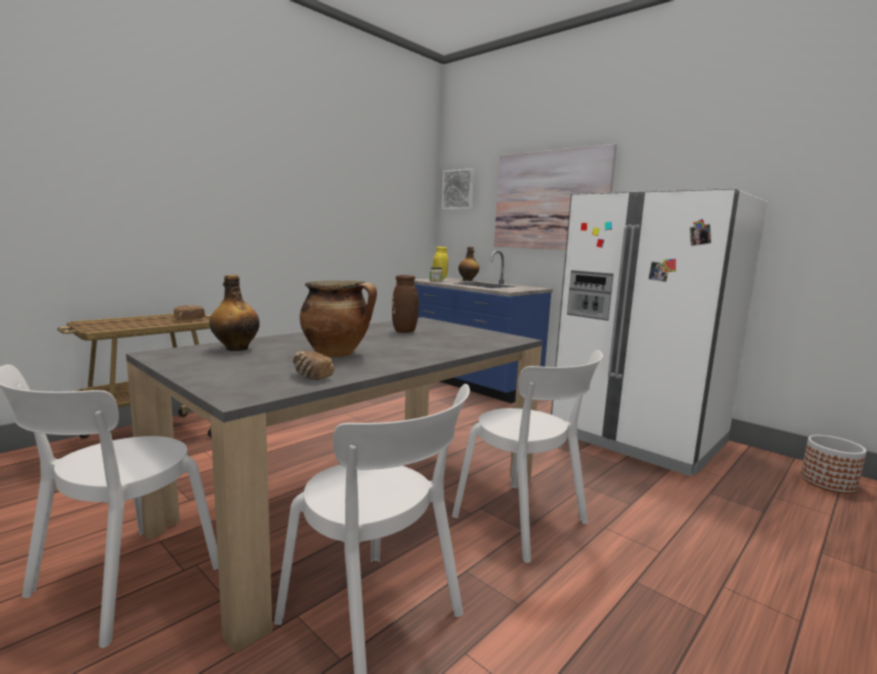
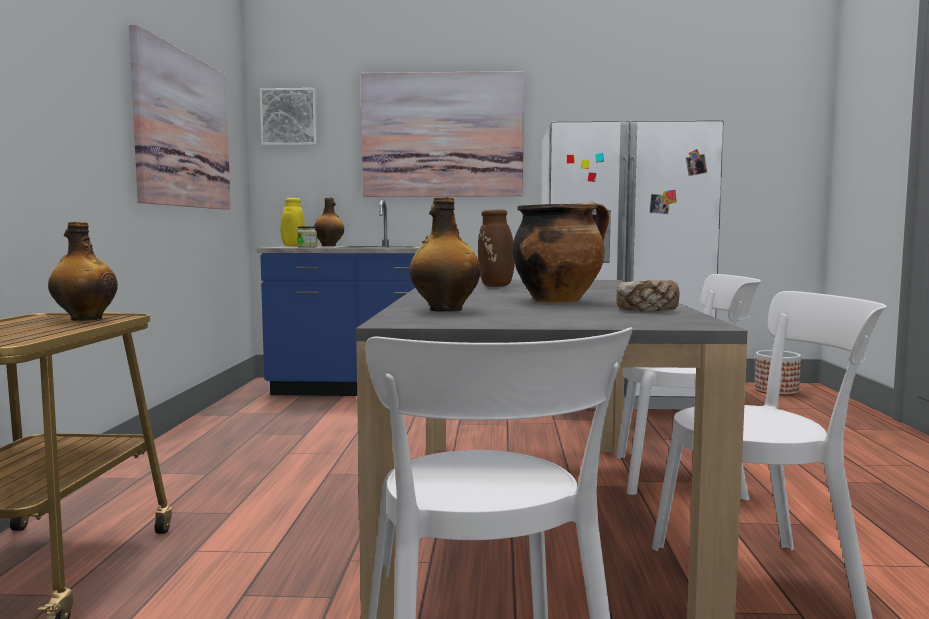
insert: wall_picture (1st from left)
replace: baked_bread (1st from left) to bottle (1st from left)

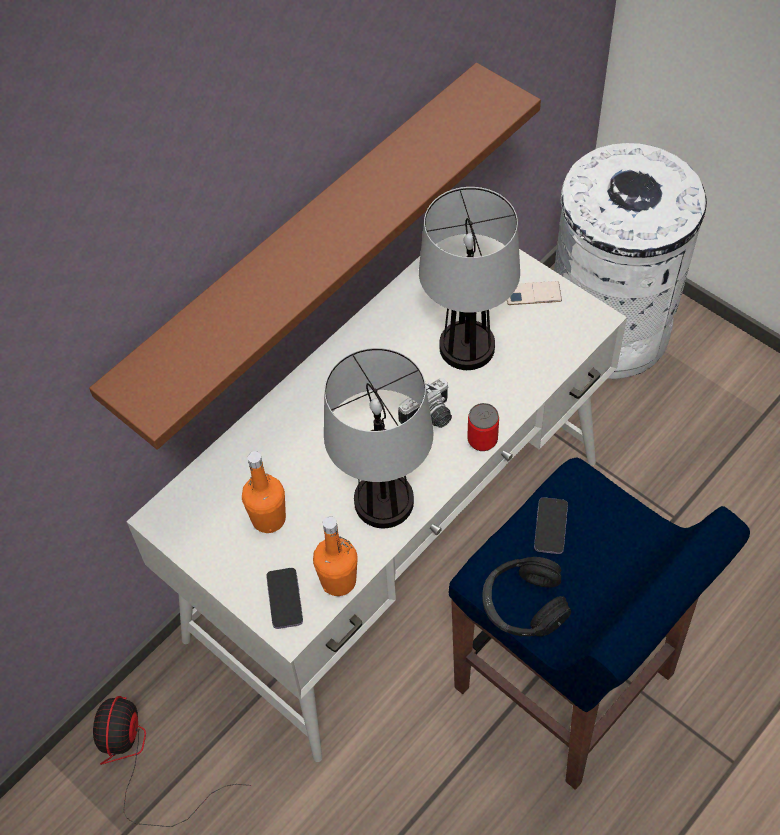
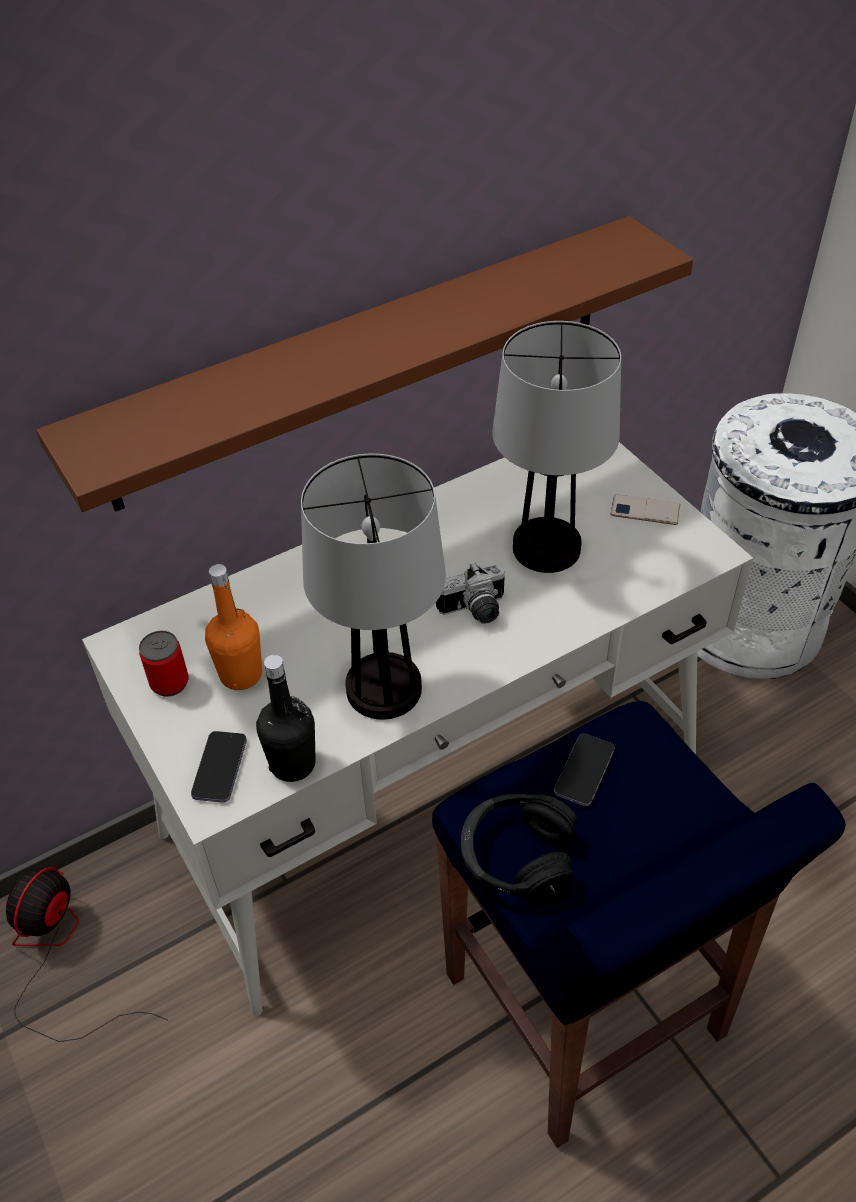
move: metal_can
recolor: orangey_bottle (2nd from left) to blackish_bottle

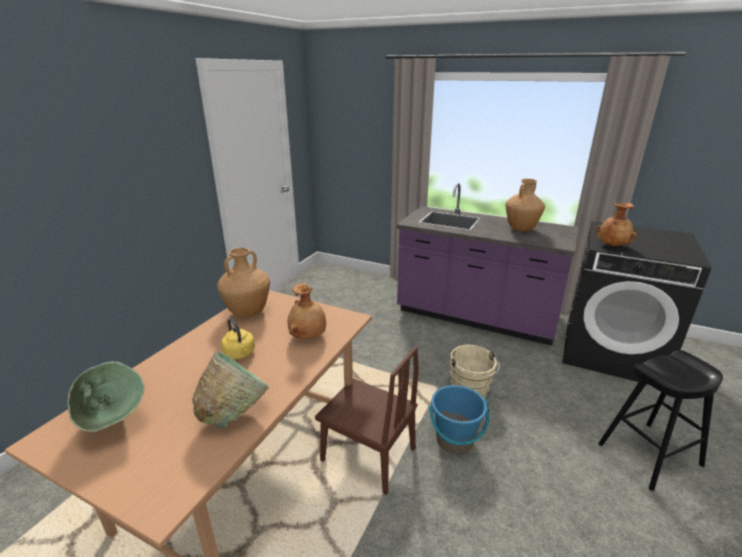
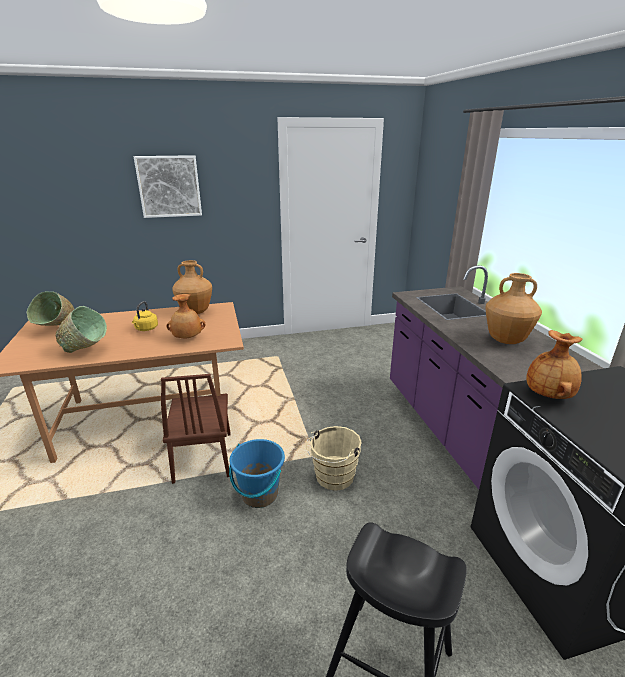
insert: wall_picture

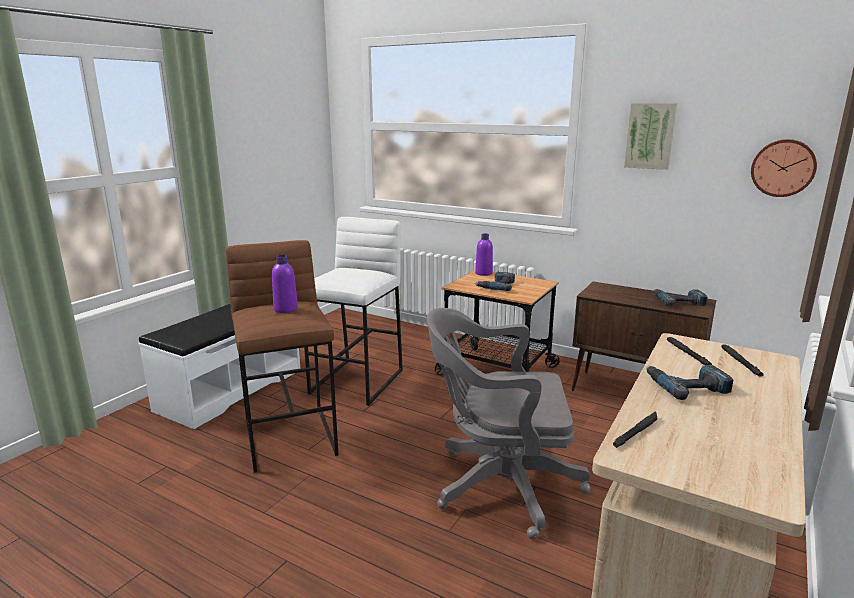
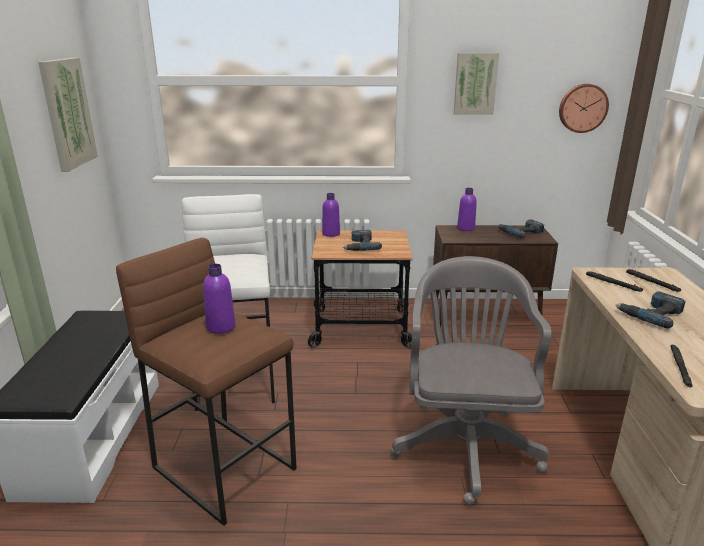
insert: wall_picture (1st from left); purple_bottle (3rd from left)
rotate: grey_computer_chair 120 degrees clockwise

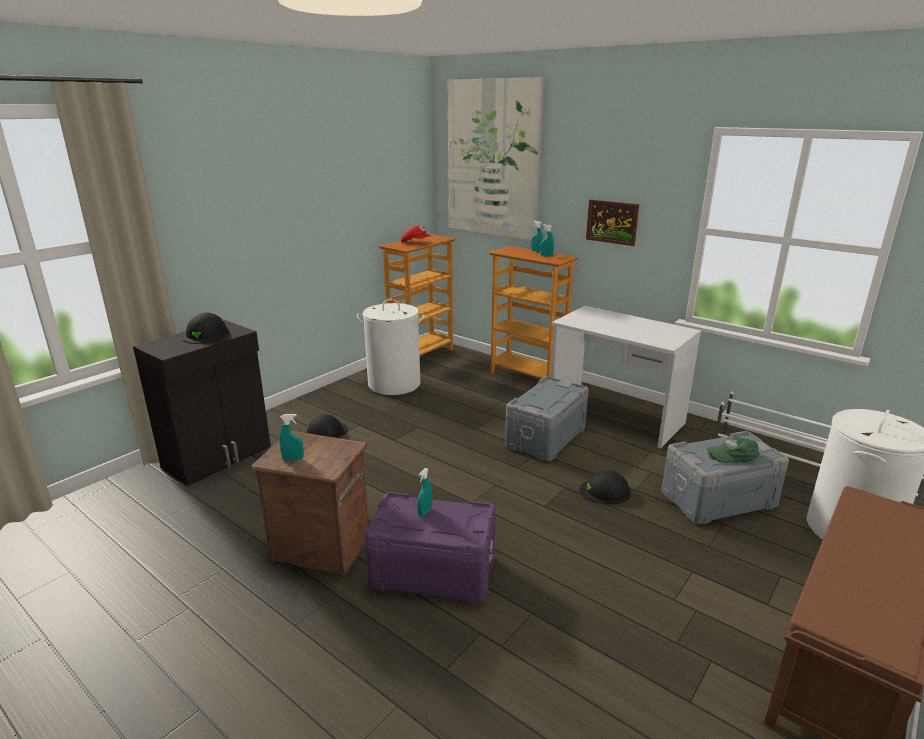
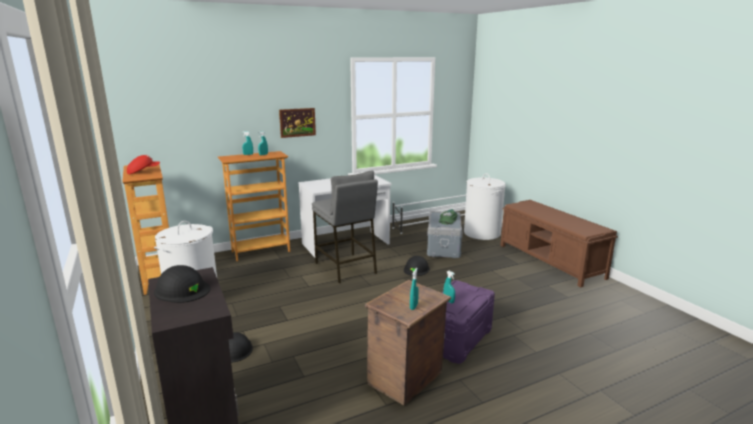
delete: wall_picture (1st from left)
replace: grey_storage_bin (1st from left) to grey_sitting_stool

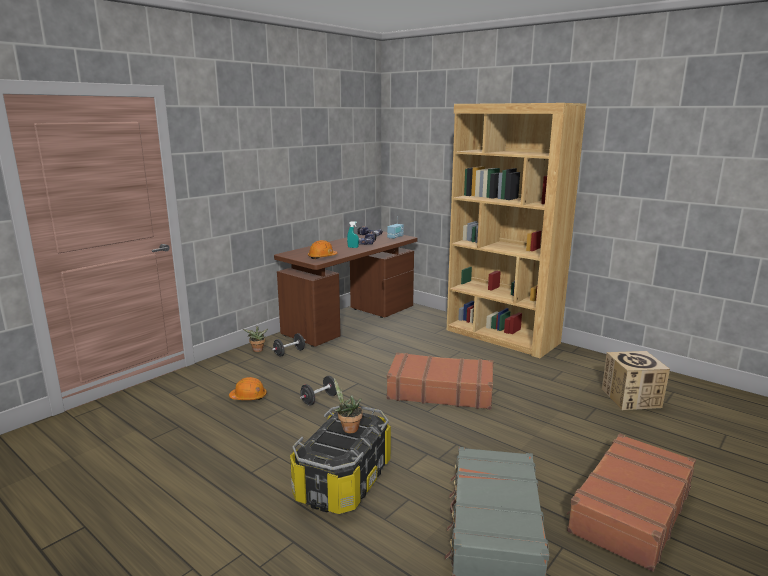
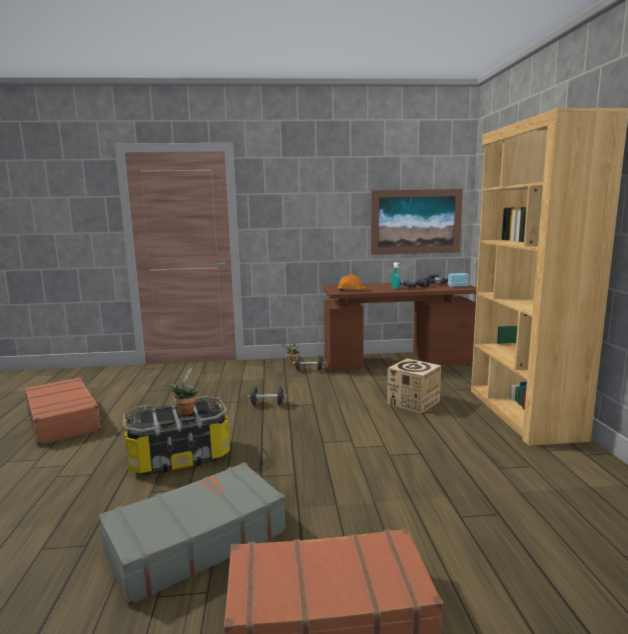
delete: orangey_hard_hat (1st from left)
insert: wall_picture
move: brownish_travel_case (1st from left); cardboard_box

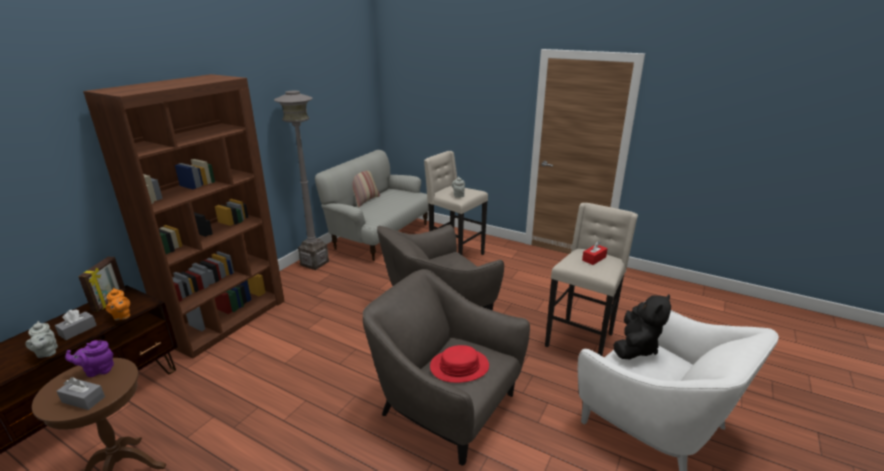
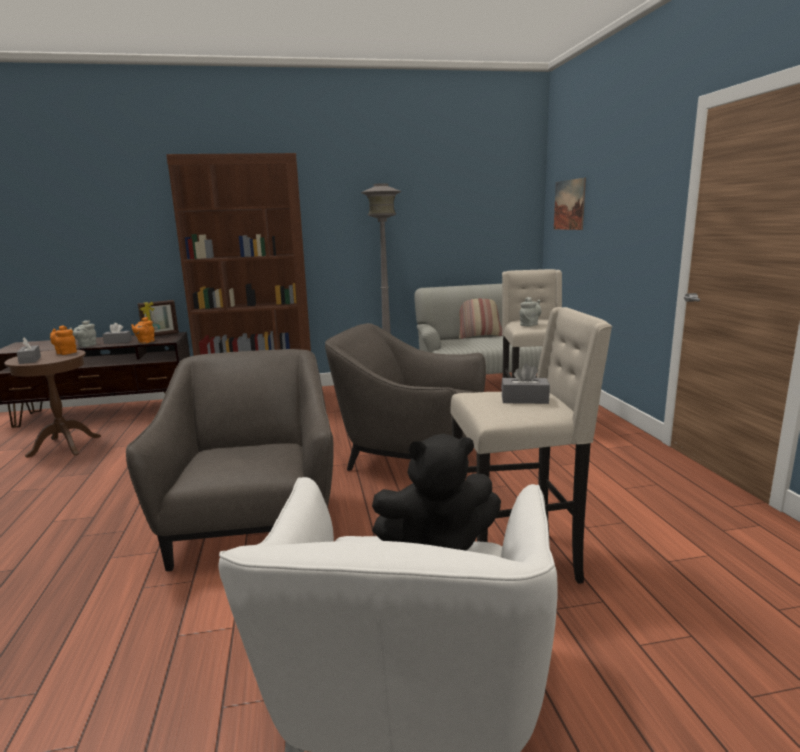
delete: reddish_clothing_hat
insert: wall_picture
recolor: purple_teapot to orangey_teapot (1st from left); reddish_tissue_holder to grey_tissue_holder (3rd from left)

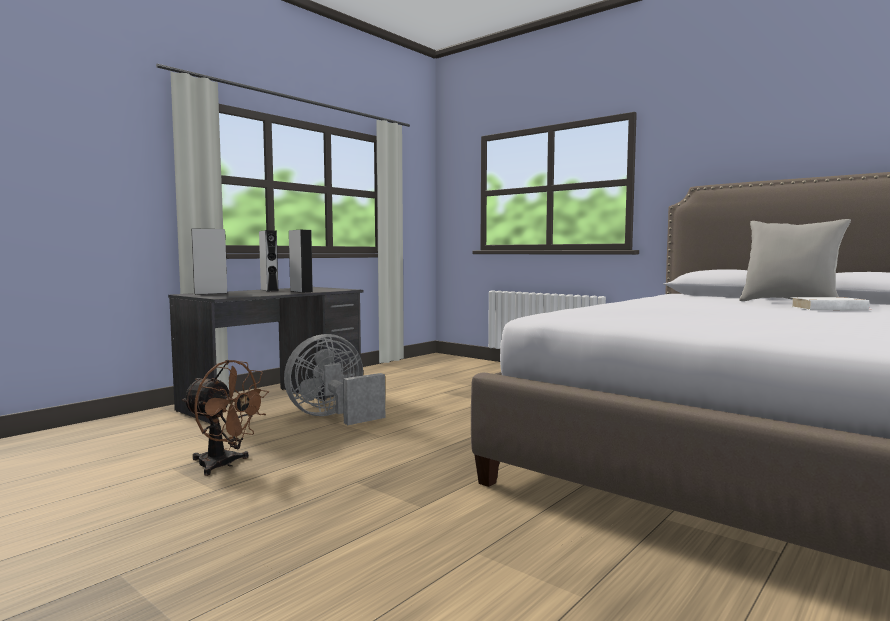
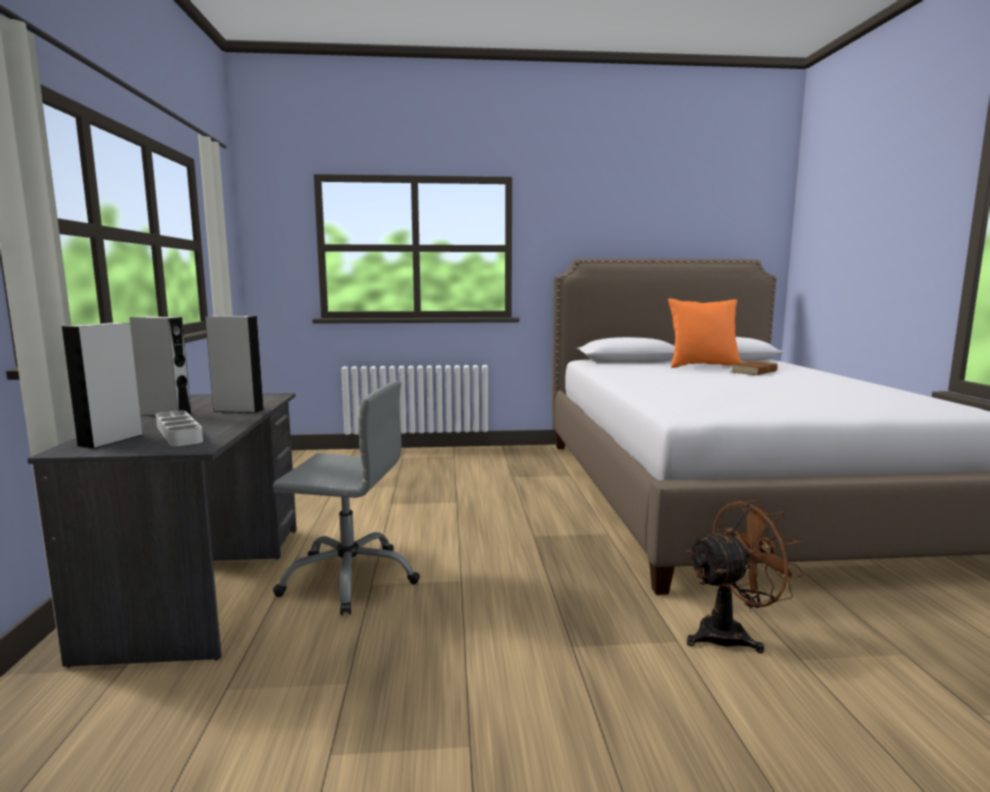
insert: grey_serving_tray
move: brownish_fan
replace: grey_fan to grey_computer_chair
recolor: grey_pillow to orangey_pillow; white_bound_book to brownish_bound_book

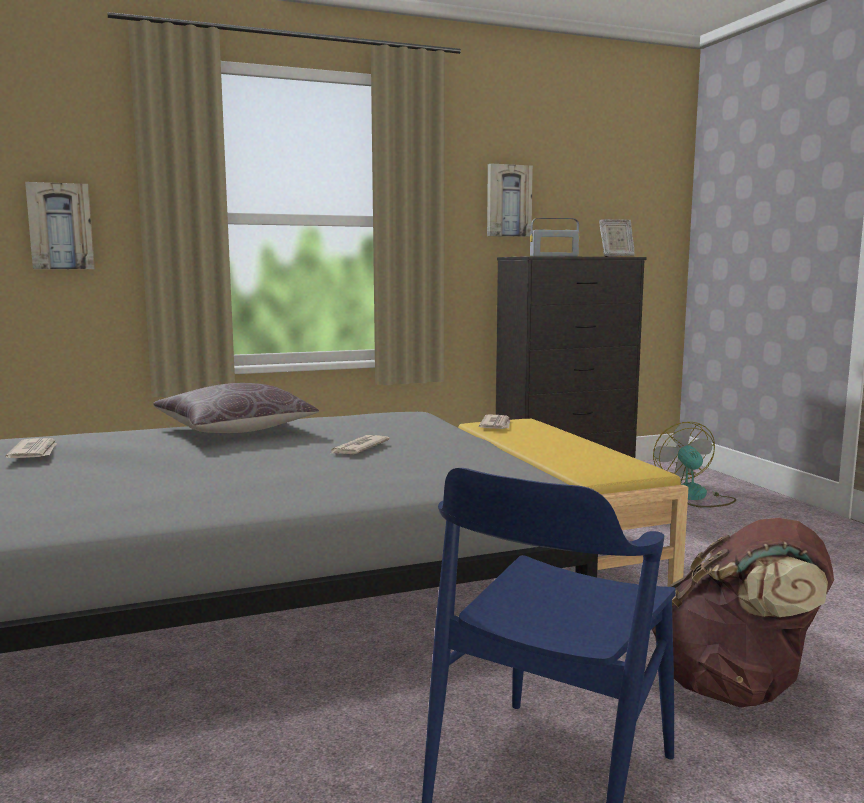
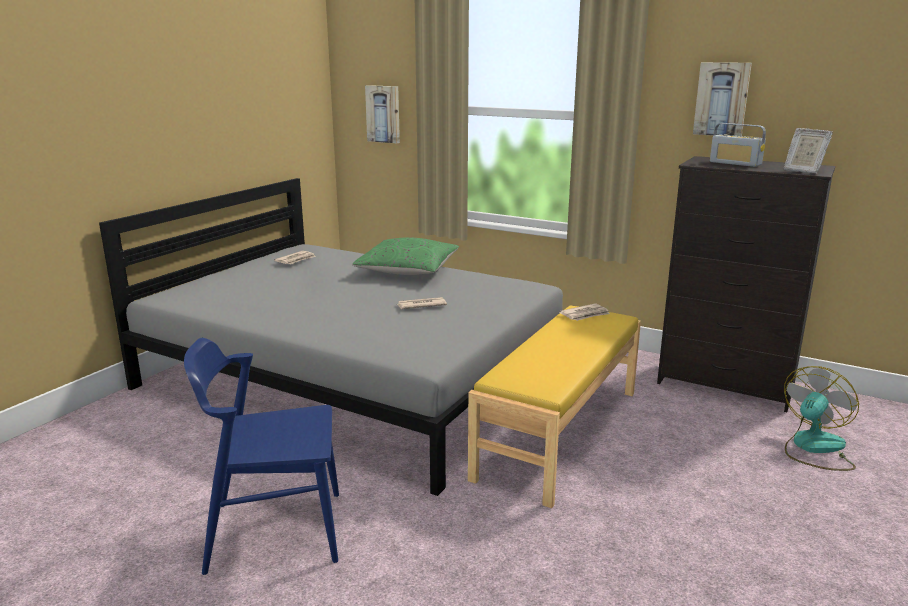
delete: brownish_backpack
recolor: brownish_pillow to green-coloured_pillow

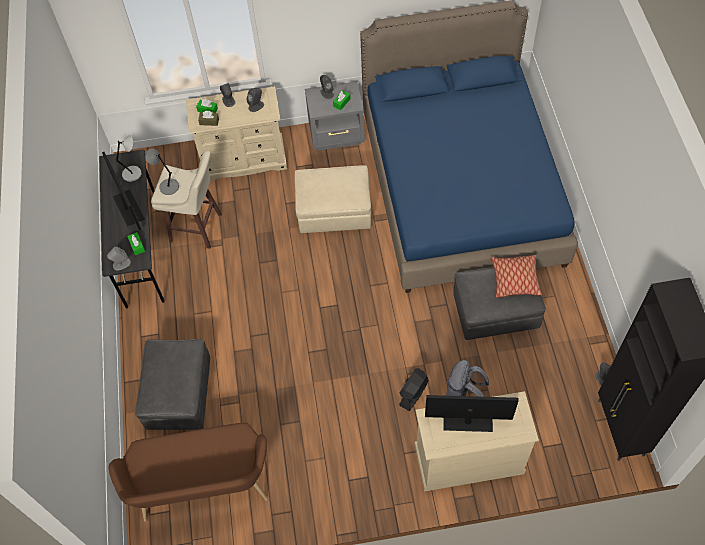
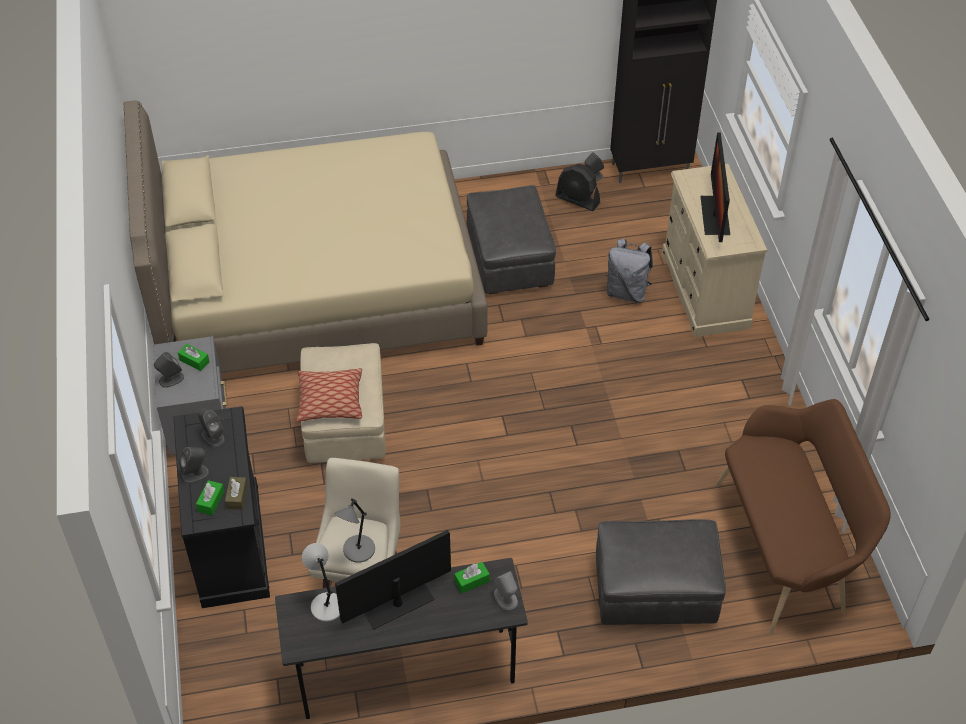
move: blackish_fan; pillow
recolor: beige_drawer_chest (1st from left) to blackish_drawer_chest; blue-coloured_sleeping_bed to beige_sleeping_bed

